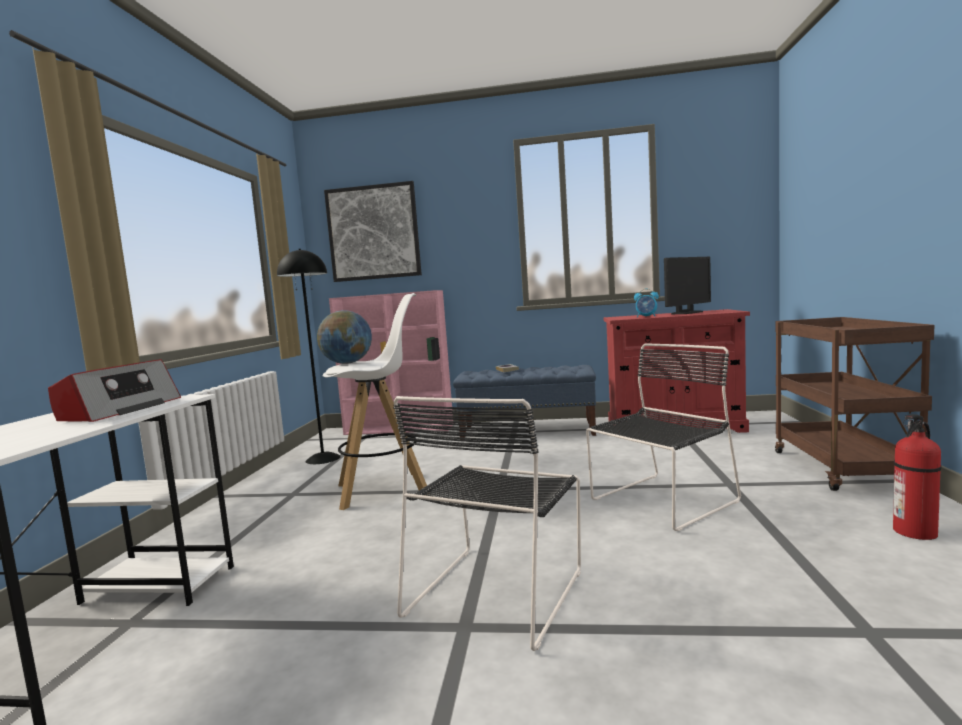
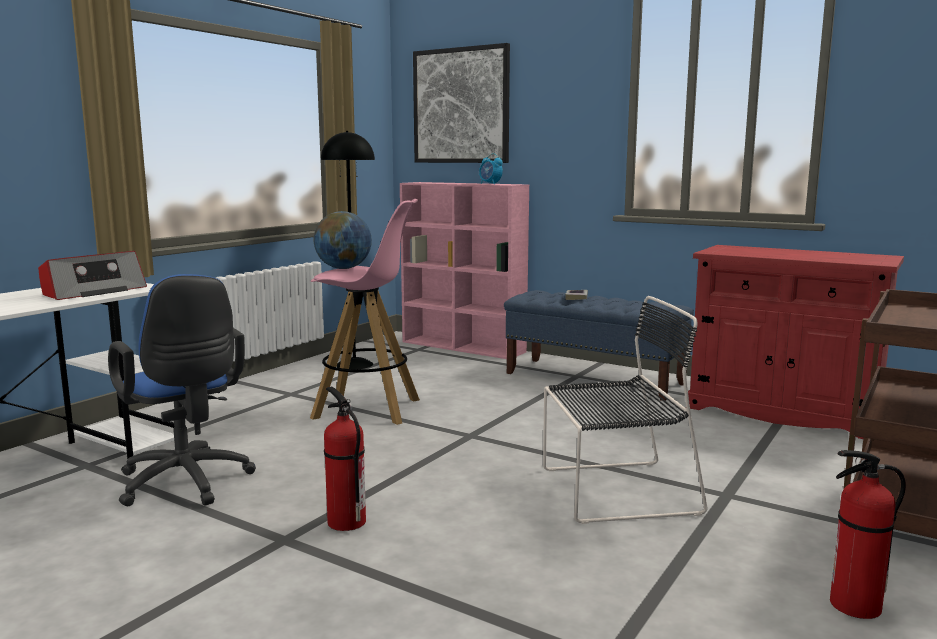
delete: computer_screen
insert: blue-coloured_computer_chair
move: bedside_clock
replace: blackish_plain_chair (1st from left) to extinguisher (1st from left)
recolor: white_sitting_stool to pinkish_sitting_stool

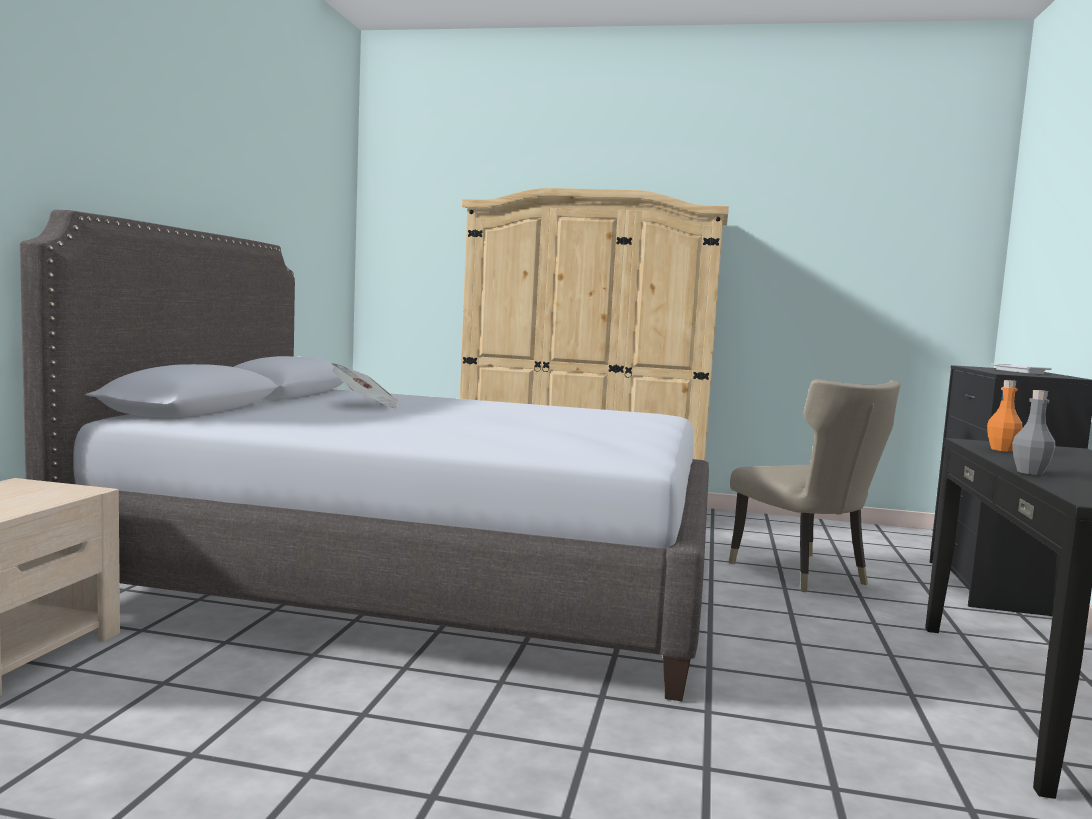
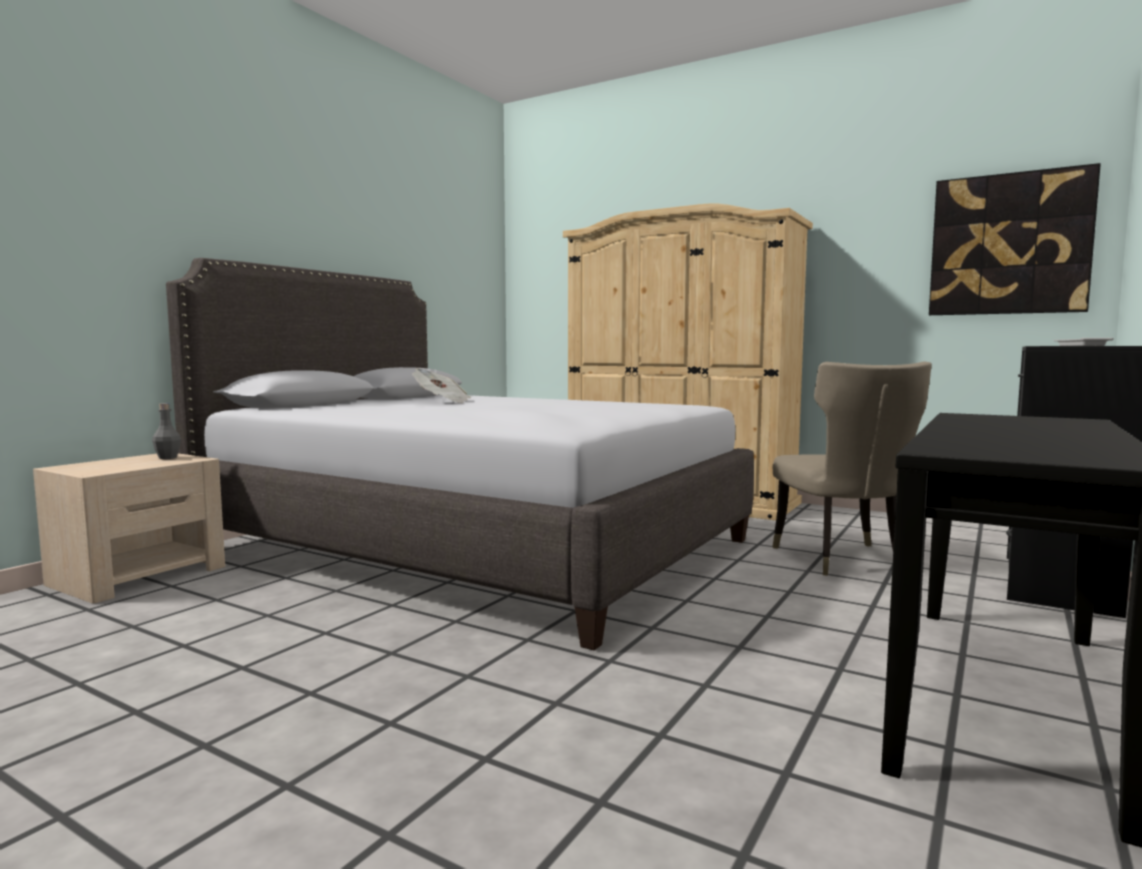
delete: orangey_bottle
insert: wall_picture
move: grey_bottle

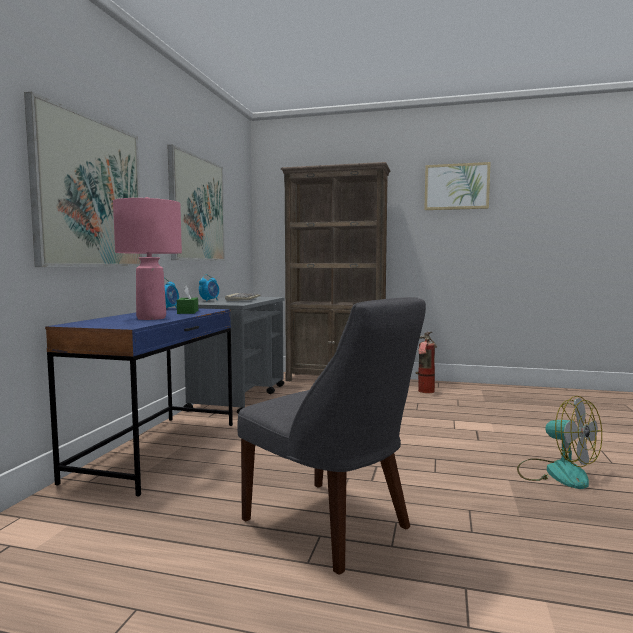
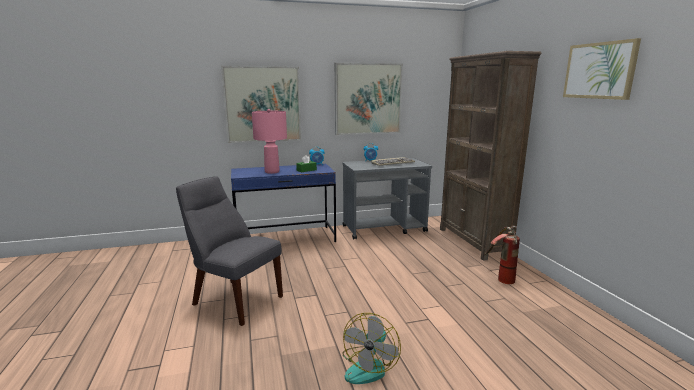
rotate: grey_plain_chair 105 degrees clockwise

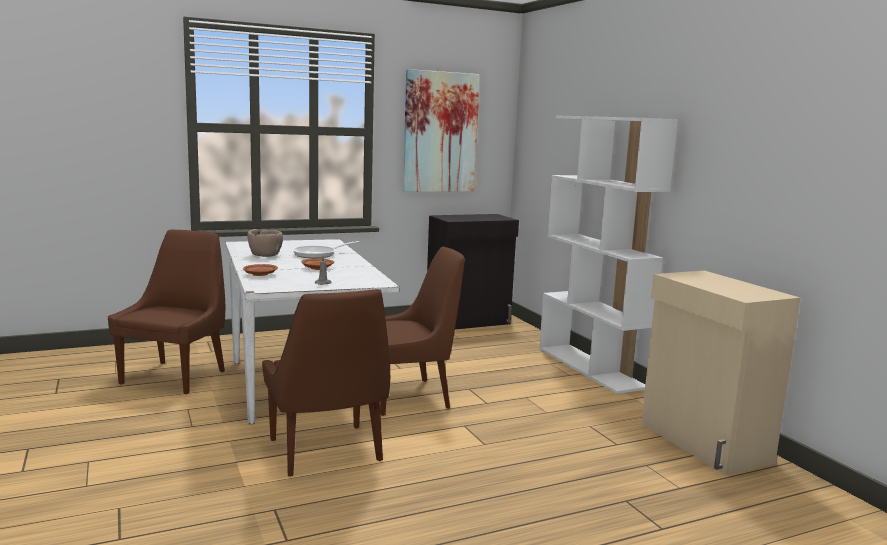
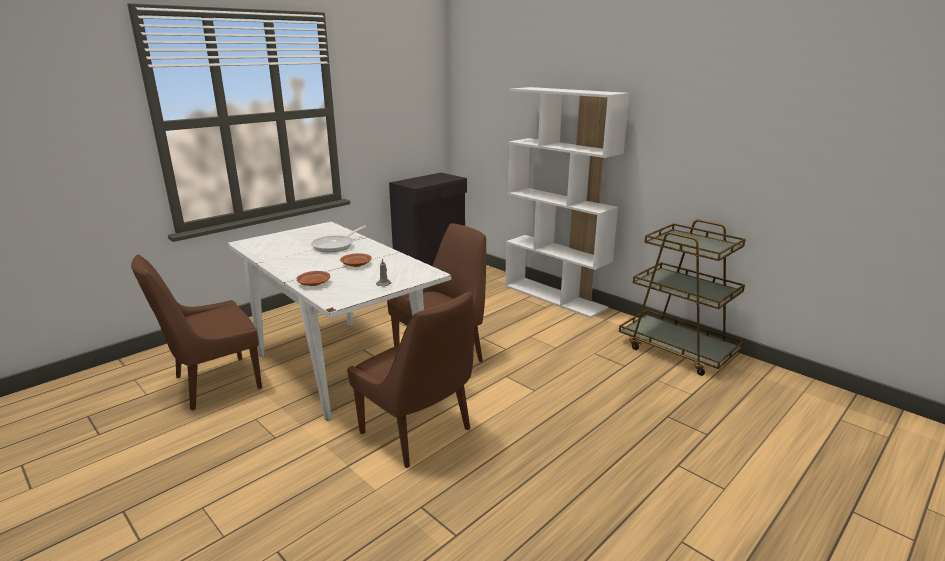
delete: brownish_deep_dish; wall_picture
replace: beige_storage_cabinet to brownish_cart
rotate: brownish_plain_chair (1st from left) 120 degrees counterclockwise

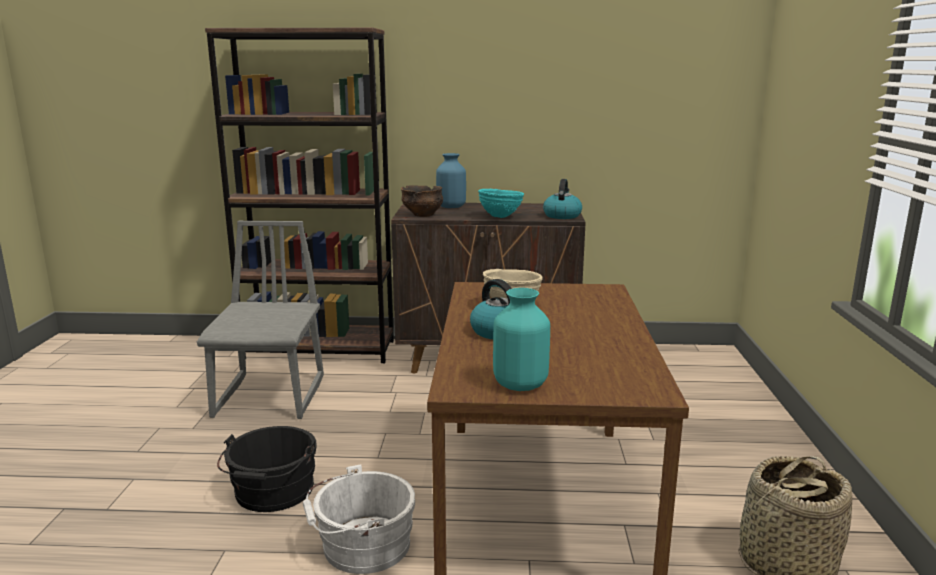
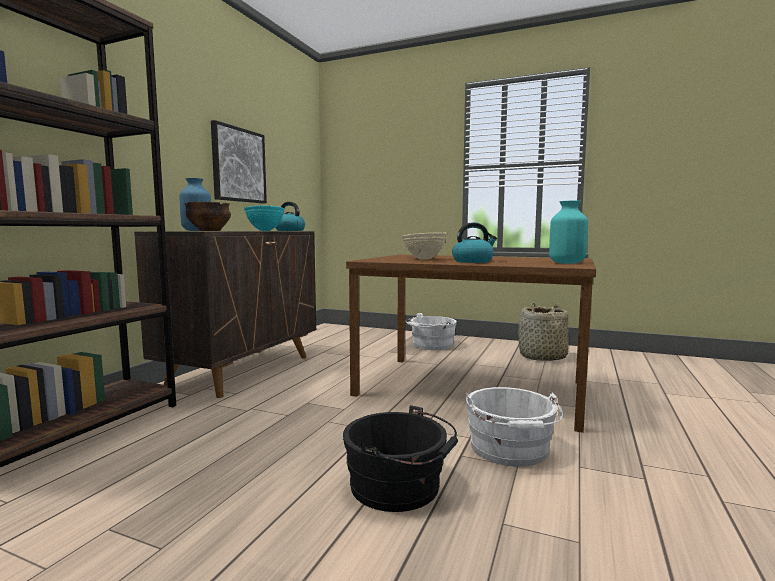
delete: grey_plain_chair
insert: wall_picture; white_bucket (1st from left)

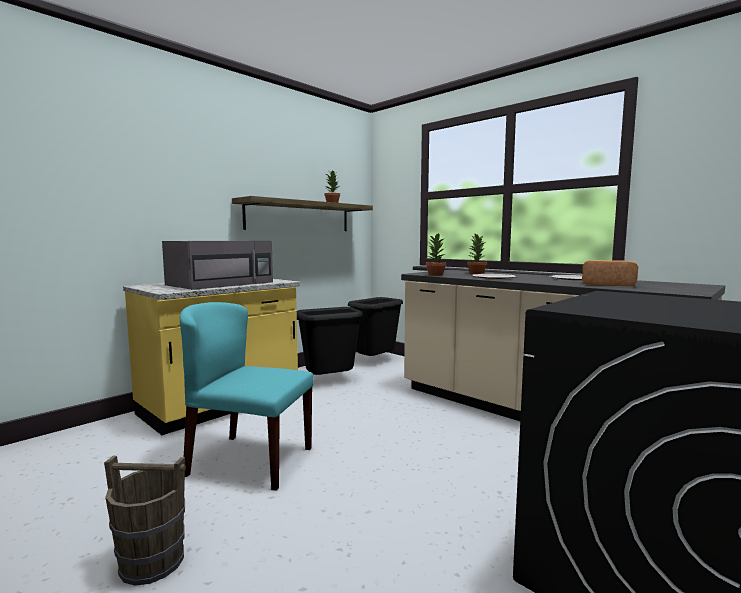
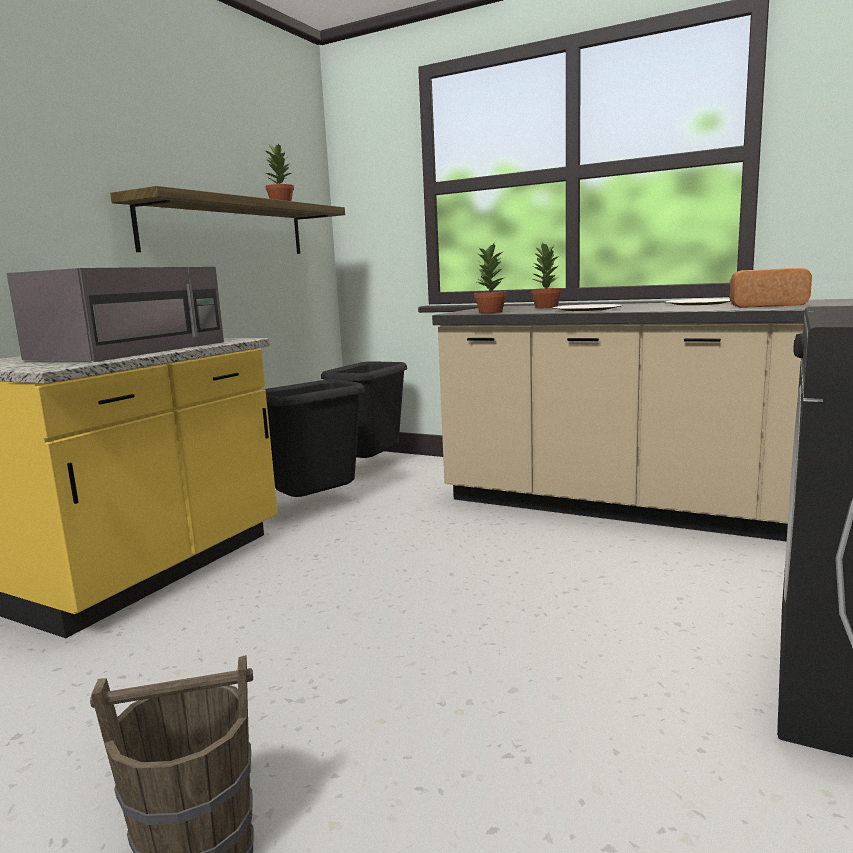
delete: blue-green_plain_chair

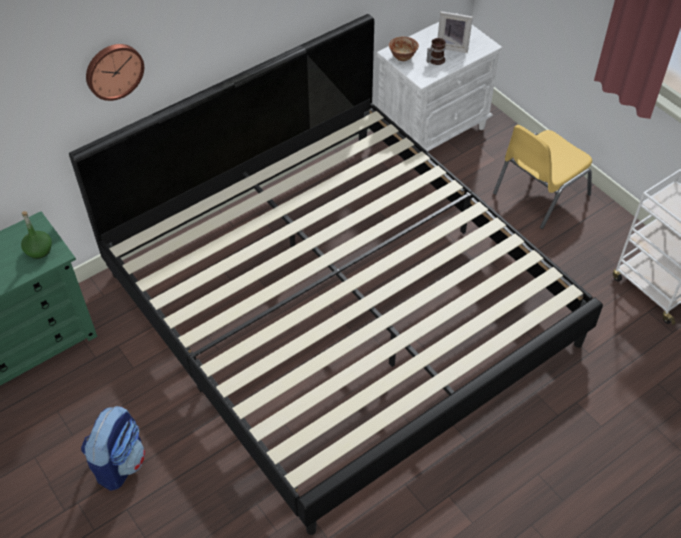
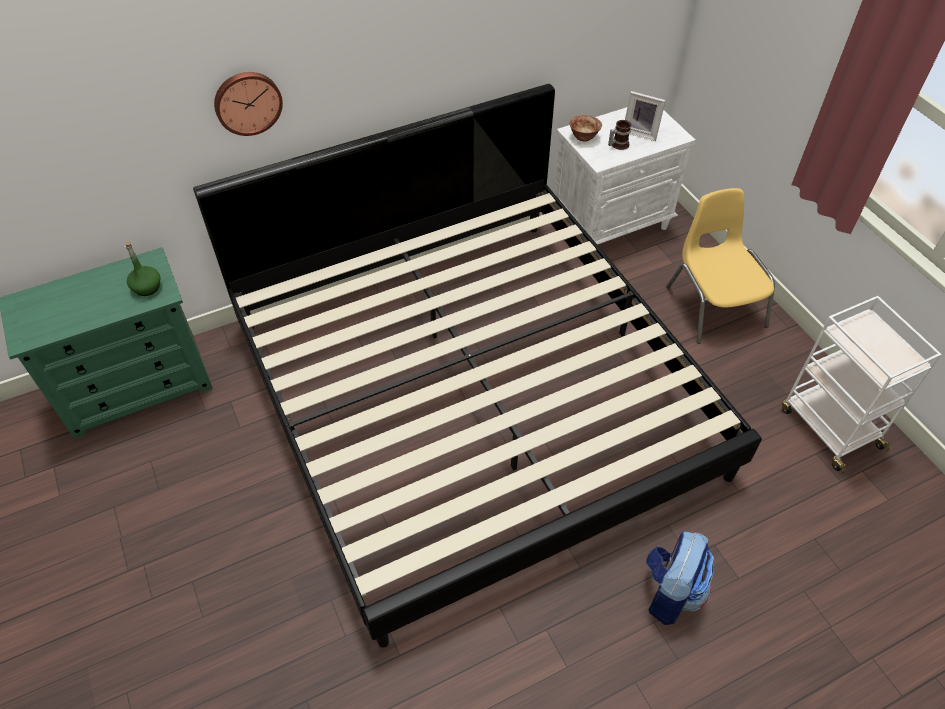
move: backpack
rotate: yellow-coloured_plain_chair 105 degrees clockwise

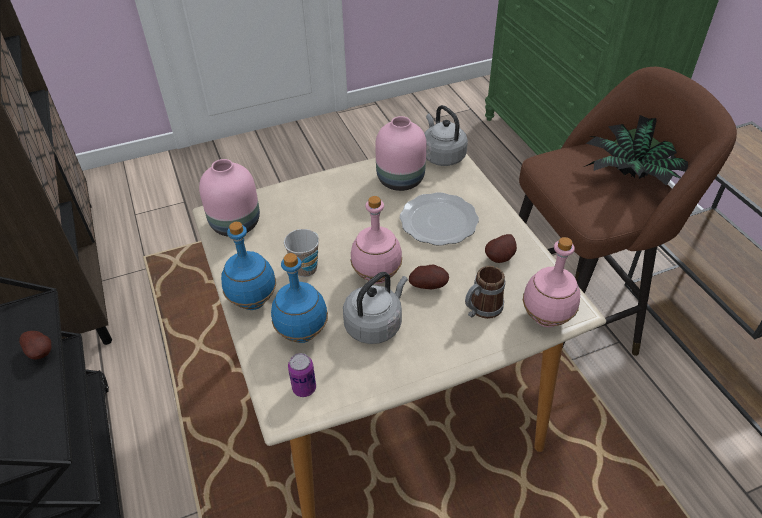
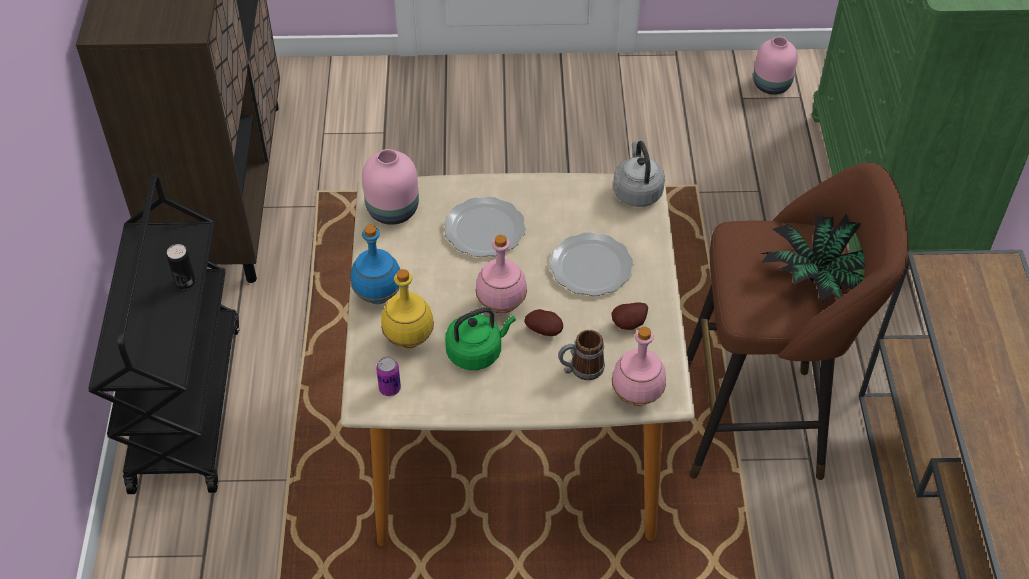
delete: small_cup
insert: flat_dish (1st from left)
move: pinkish_vase (2nd from left)
replace: whole_potato (1st from left) to metal_can (1st from left)
recolor: blue-coloured_bottle (2nd from left) to yellow-coloured_bottle; grey_water_kettle (1st from left) to green-coloured_water_kettle

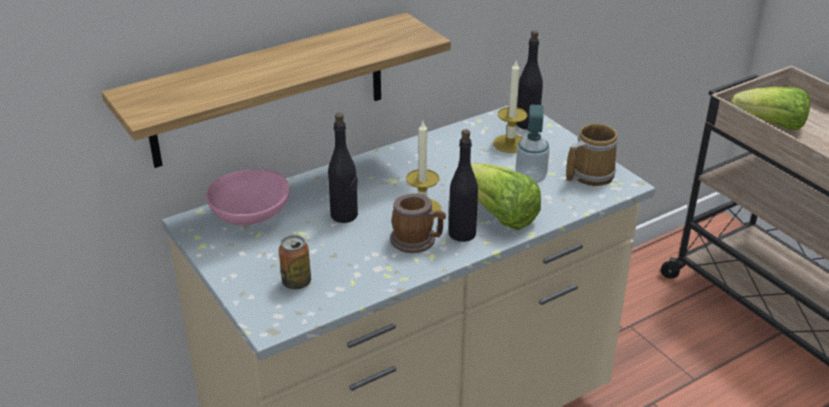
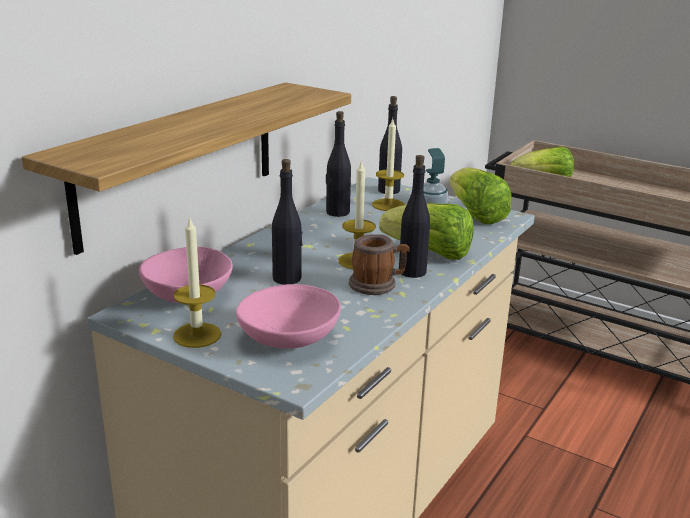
insert: wax_light (1st from left); blackish_bottle (2nd from left)
replace: metal_can to pinkish_deep_dish (2nd from left); tea_mug (2nd from left) to head_of_lettuce (2nd from left)

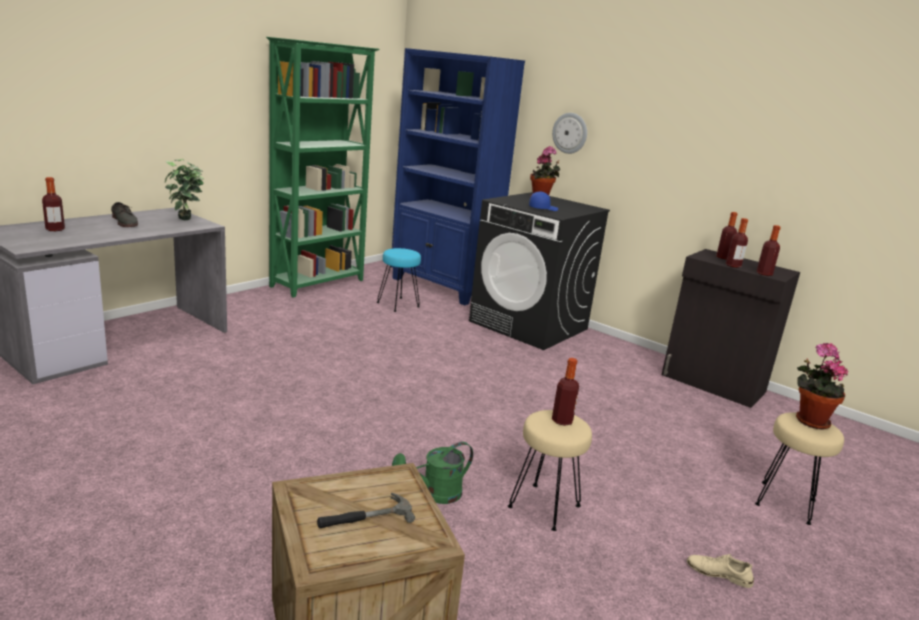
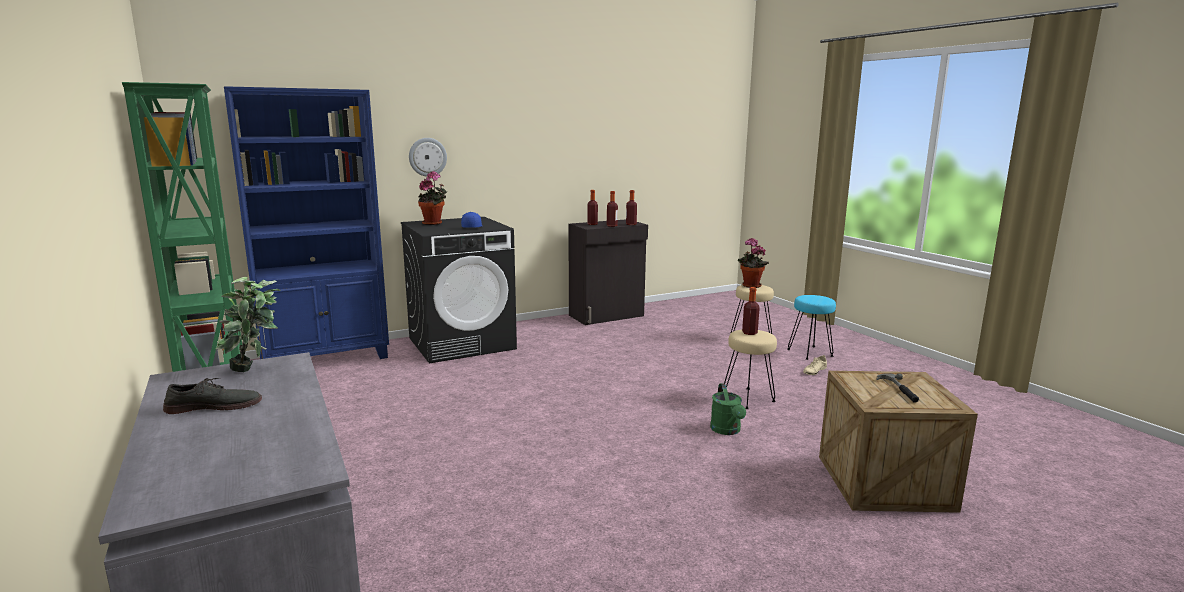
delete: bottle (1st from left)
move: blue-green_sitting_stool

